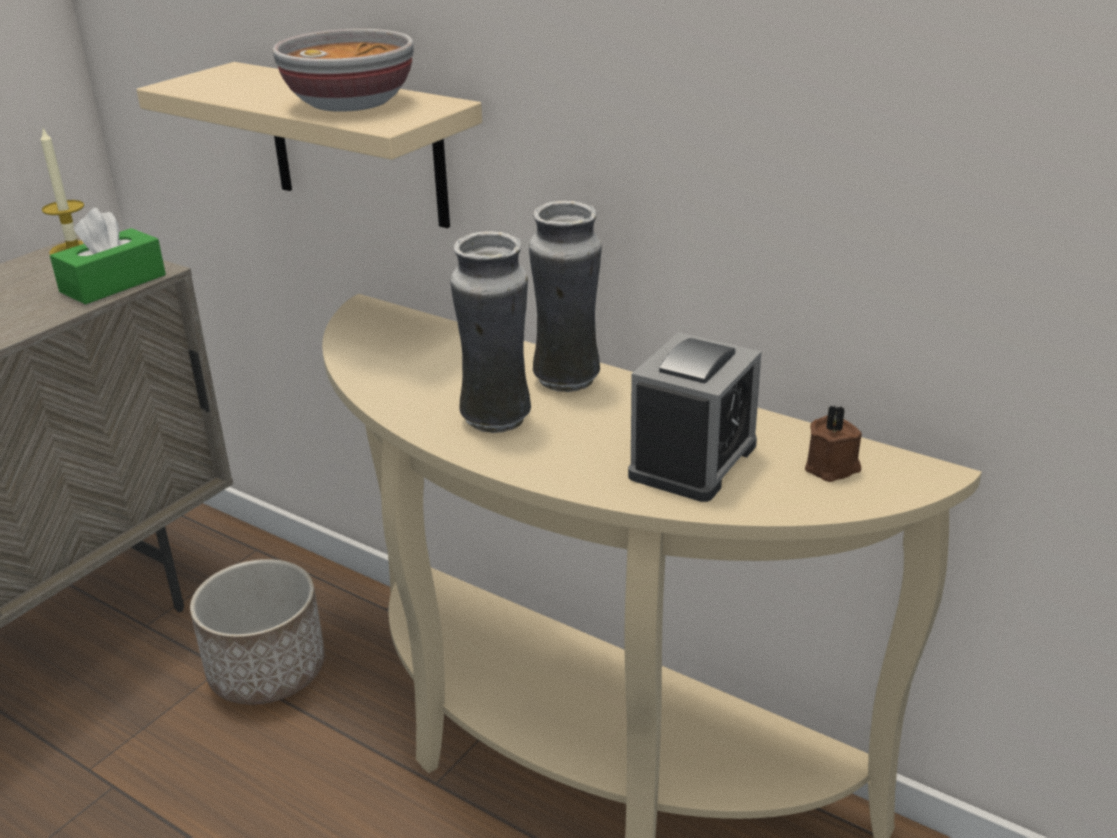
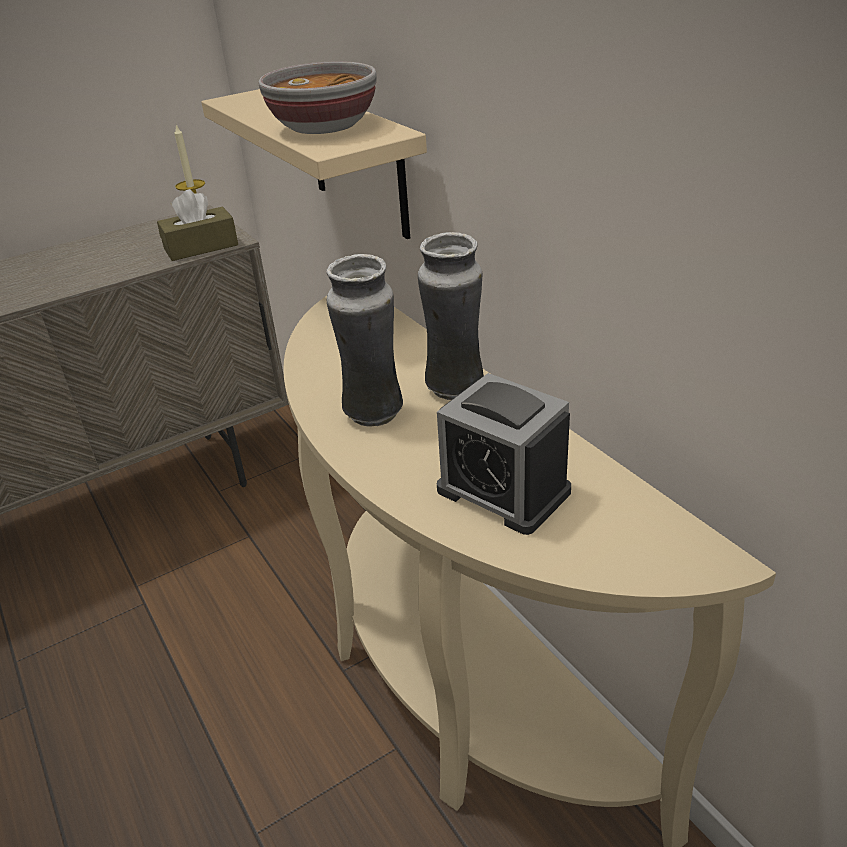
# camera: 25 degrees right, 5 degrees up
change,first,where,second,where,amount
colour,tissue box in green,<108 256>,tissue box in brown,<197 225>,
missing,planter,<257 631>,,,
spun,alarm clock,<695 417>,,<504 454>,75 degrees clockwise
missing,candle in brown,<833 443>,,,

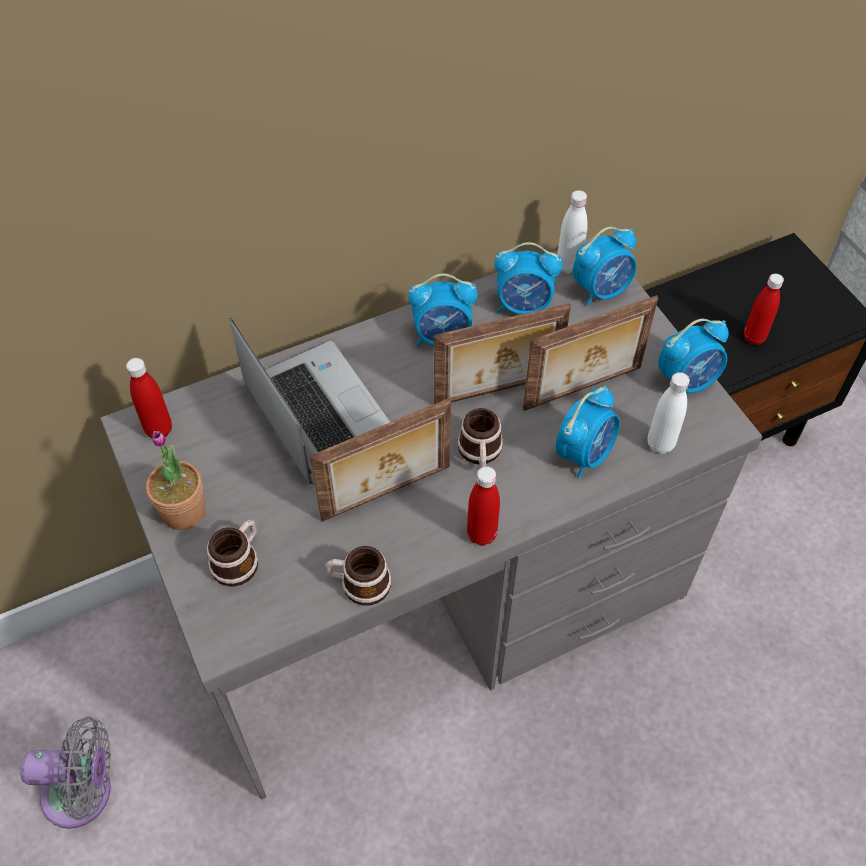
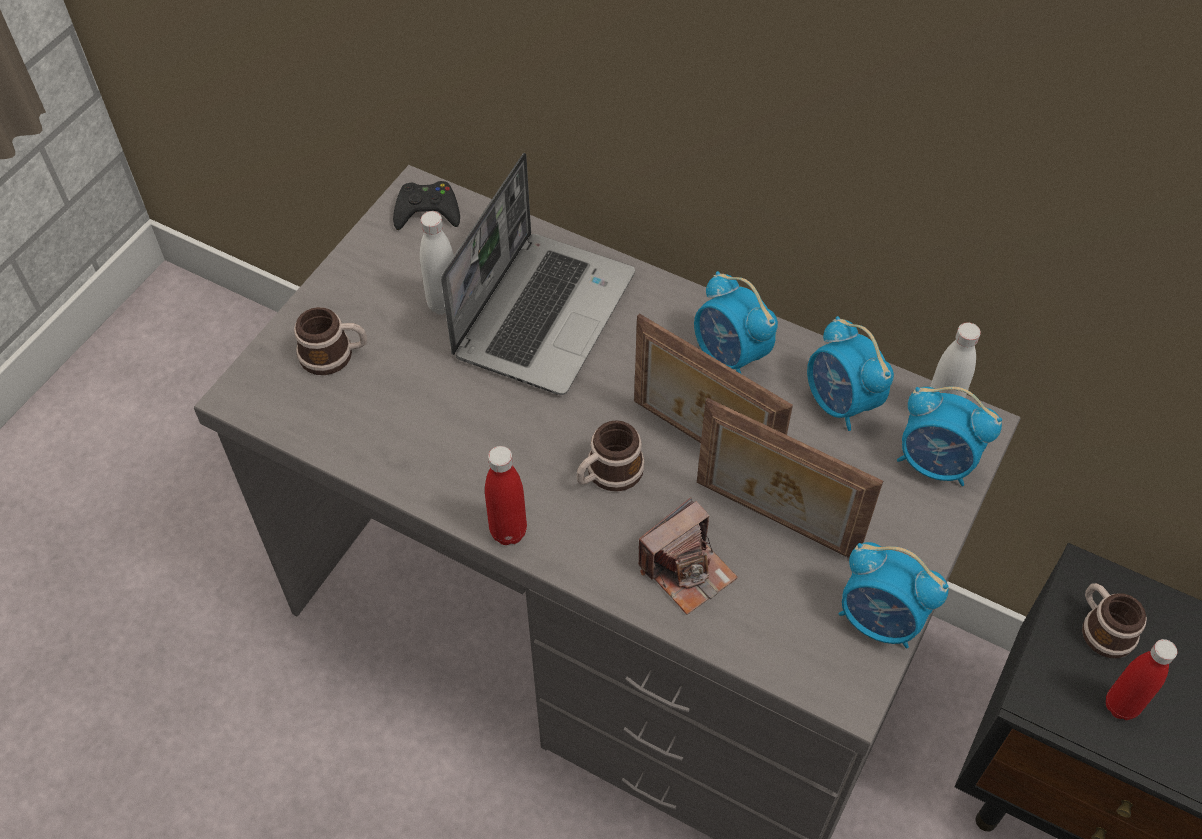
# camera: 55 degrees right, 0 degrees up
change,first,where,second,where,amount
missing,fan in grey,<65 773>,,,
exchanged,bottle in red,<149 398>,game controller in black,<426 205>,
missing,potted plant,<176 480>,,,
missing,picture frame,<380 460>,,,
relocated,mug,<358 576>,,<1114 620>,
exchanged,alarm clock,<588 432>,photo camera,<688 556>,
relocated,bottle in white,<668 413>,,<437 263>,

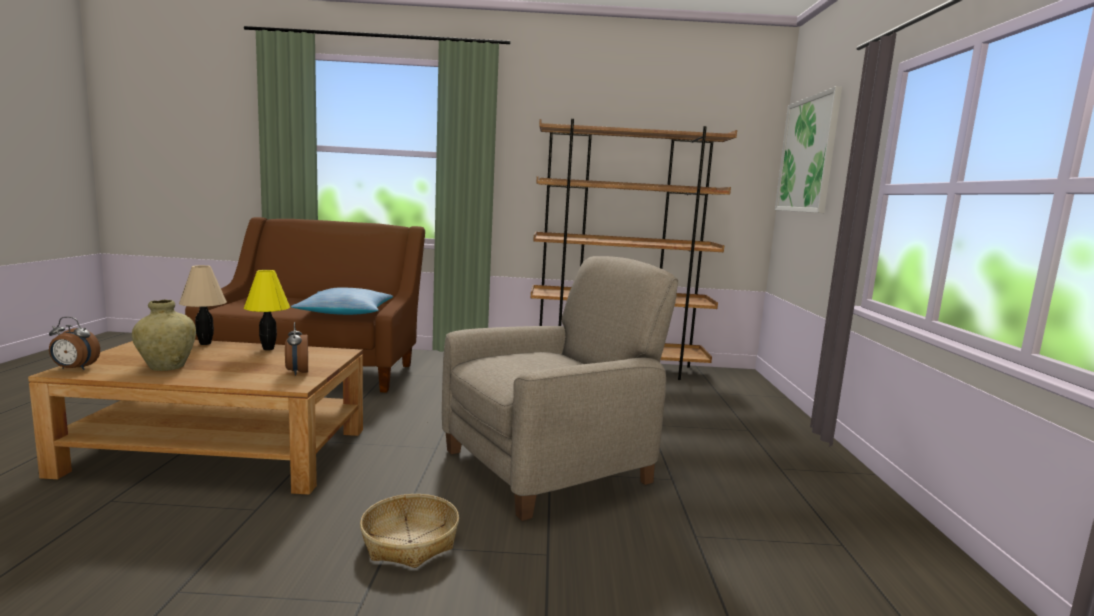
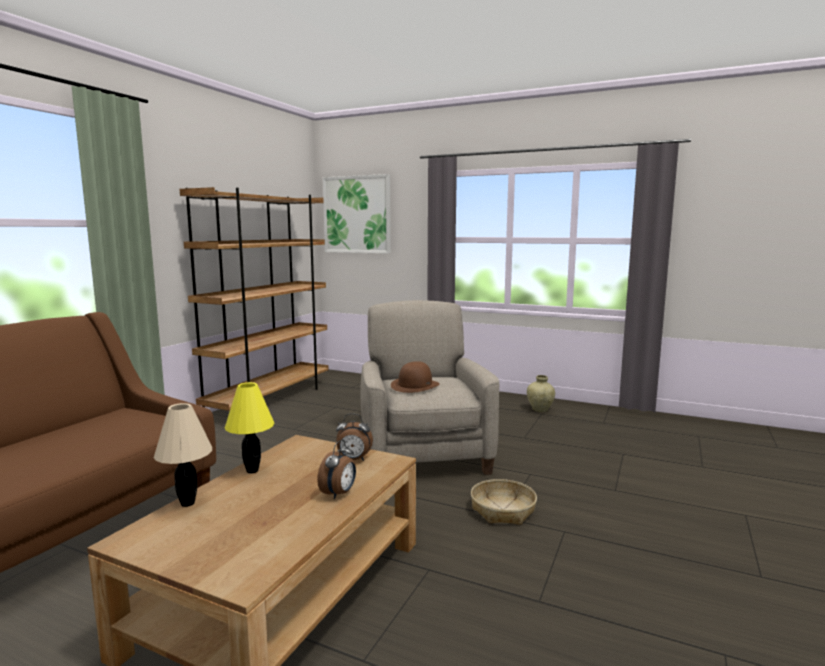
# camera: 65 degrees left, 0 degrees up
change,first,where,second,where,amount
relocated,alarm clock,<74 343>,,<336 469>,
relocated,vase in beige,<164 335>,,<541 393>,
missing,pillow,<342 301>,,,
appeared,,,hat in brown,<415 377>,

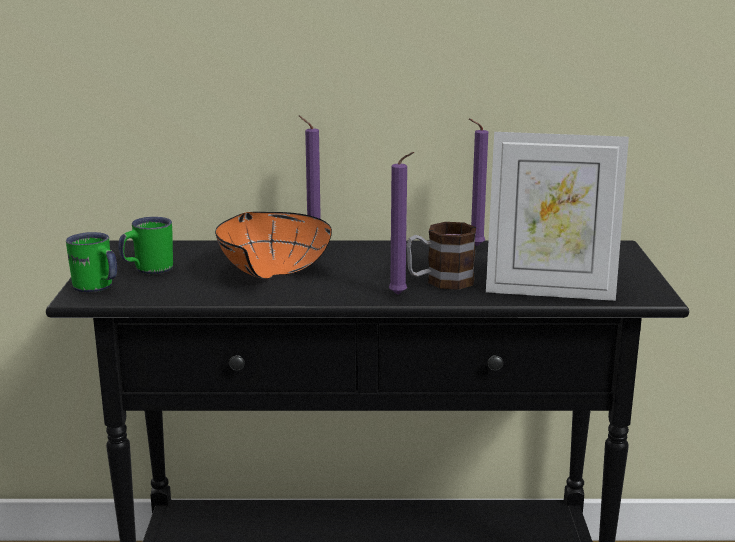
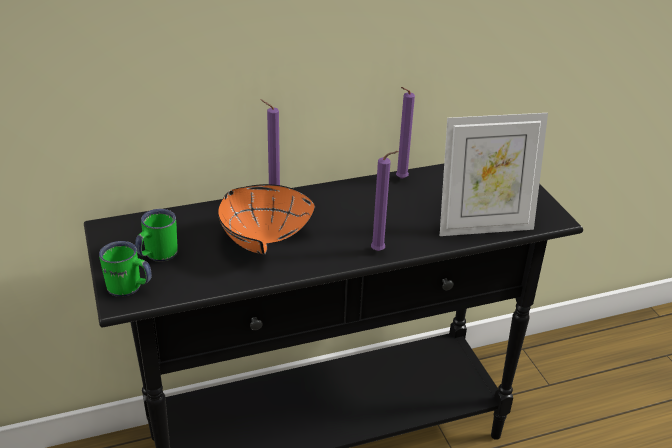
# camera: 20 degrees left, 15 degrees up
change,first,where,second,where,amount
missing,mug,<441 256>,,,

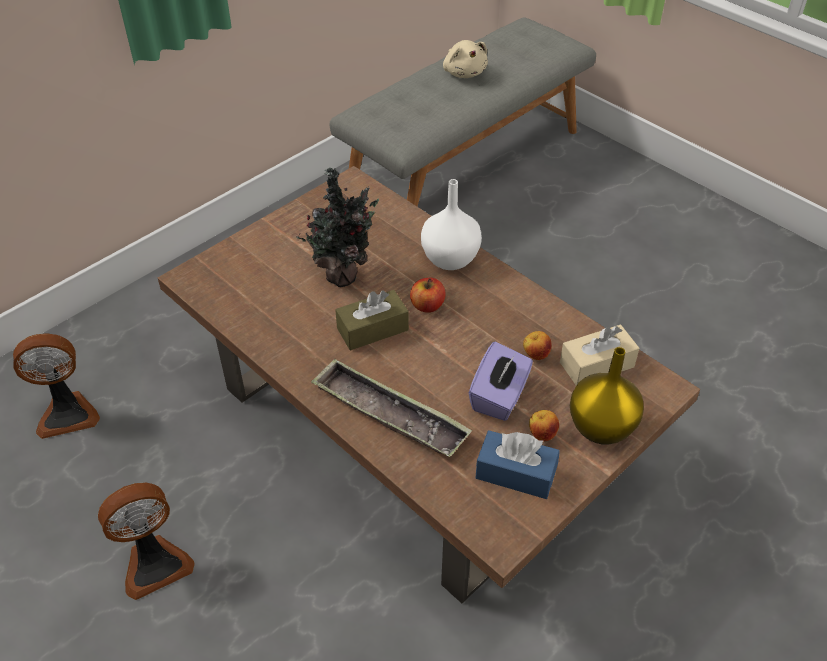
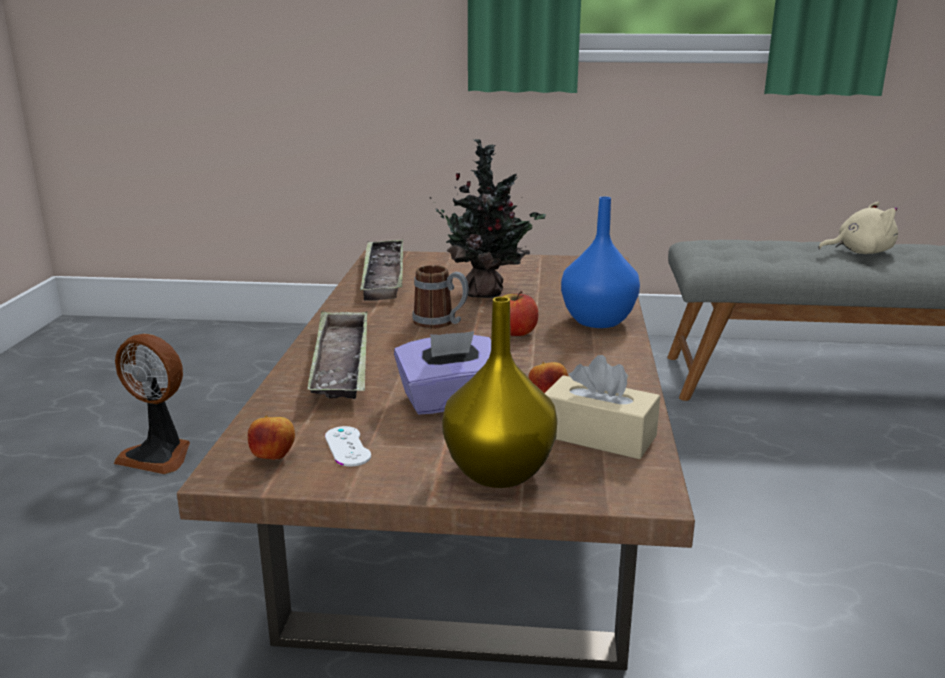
# camera: 50 degrees right, 25 degrees down
change,first,where,second,where,amount
missing,fan,<56 386>,,,
exchanged,tissue box in brown,<372 320>,mug,<440 297>,
colour,vase in white,<451 224>,vase in blue,<600 262>,
spun,plush toy in beige,<465 59>,,<858 228>,120 degrees counterclockwise
exchanged,tissue box in blue,<517 464>,game controller in white,<348 446>,
relocated,apple,<544 425>,,<271 437>,
appeared,,,tray,<381 270>,

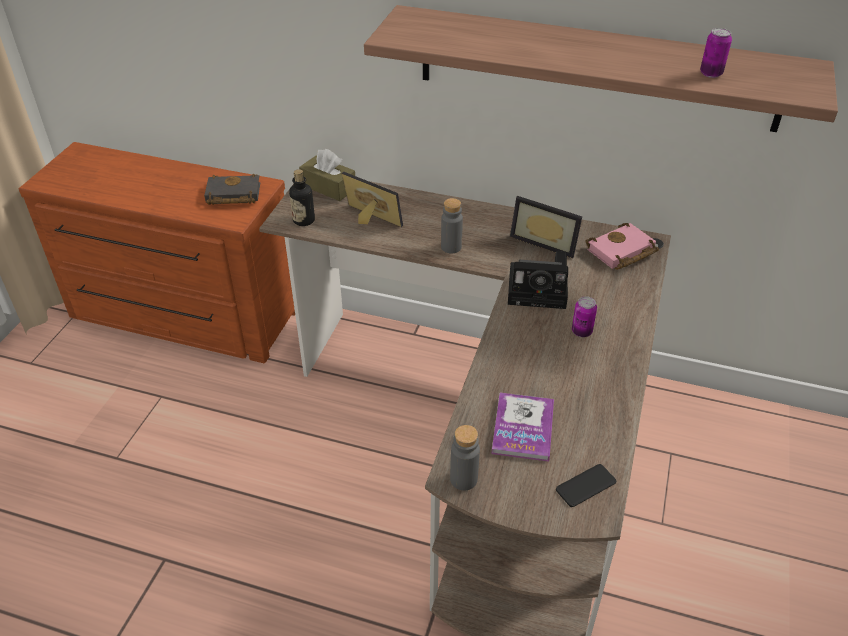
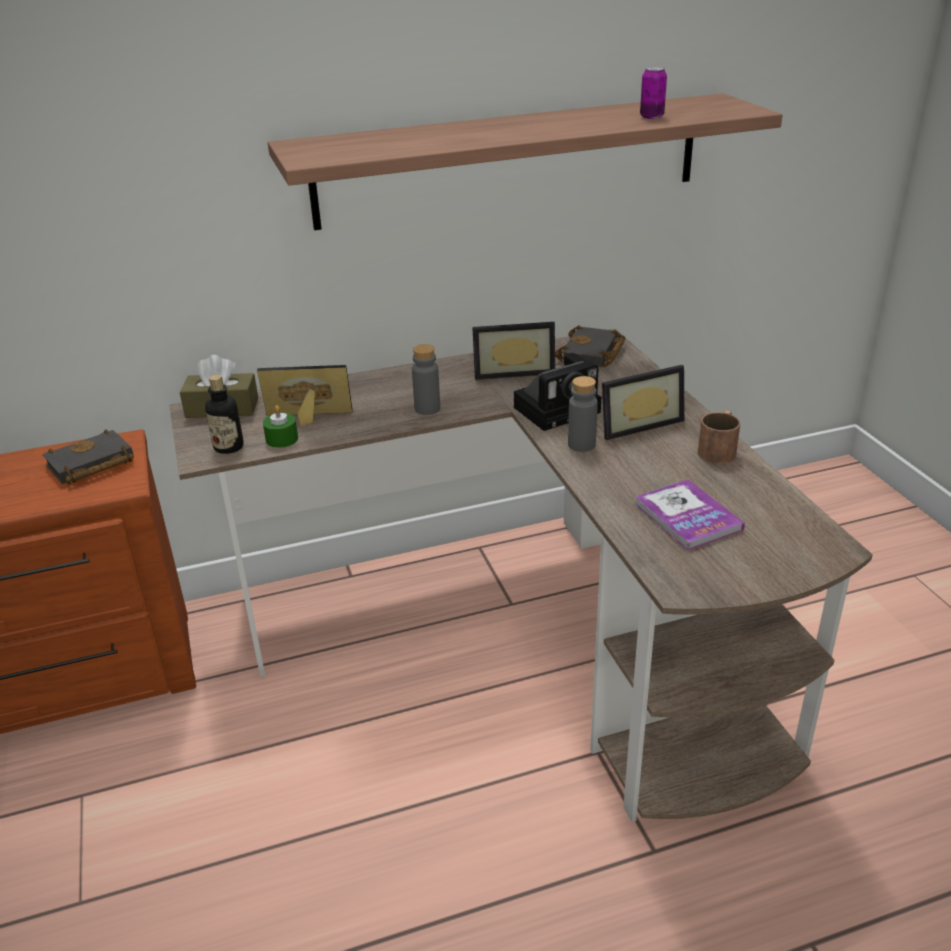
# camera: 35 degrees left, 10 degrees down
change,first,where,second,where,amount
relocated,bottle in grey,<465 458>,,<583 414>,
missing,phone,<586 485>,,,
exchanged,can,<584 316>,picture frame,<643 402>,
colour,book in pink,<622 246>,book in black,<590 347>,
appeared,,,candle in green,<280 426>,
appeared,,,mug in brown,<719 437>,

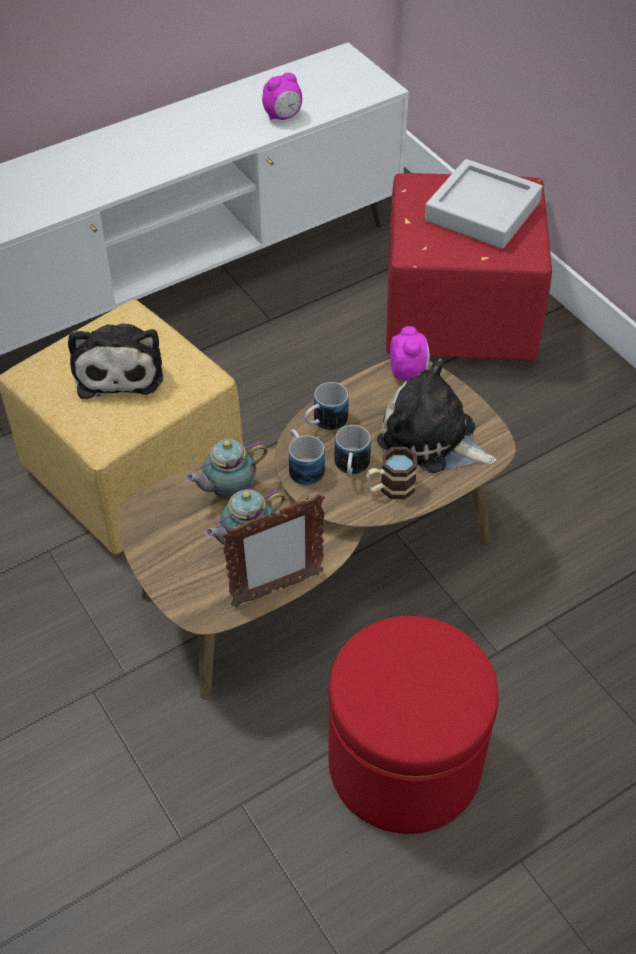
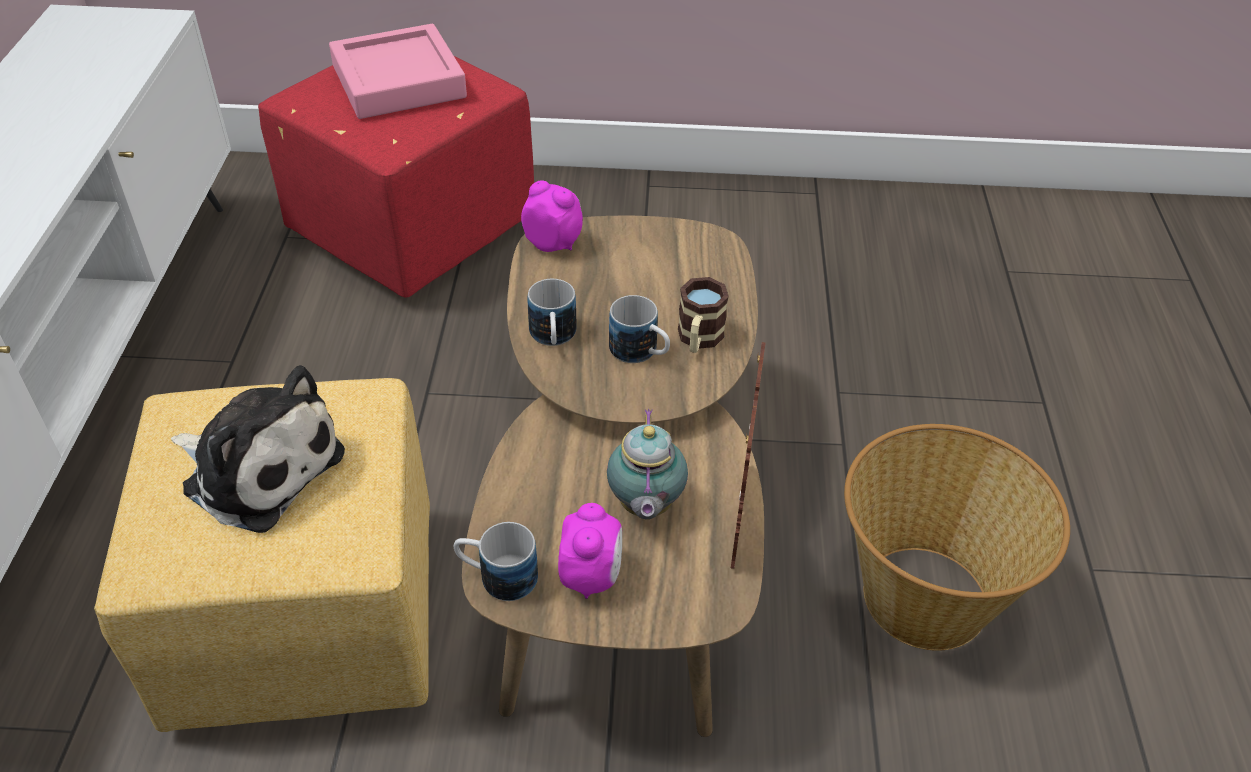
# camera: 55 degrees left, 5 degrees down
change,first,where,second,where,amount
missing,teapot,<227 469>,,,
relocated,alarm clock,<282 96>,,<590 551>,
relocated,mug,<307 457>,,<496 561>,
exchanged,ottoman in red,<413 725>,basket,<957 537>,
missing,plush toy,<436 415>,,,
colour,tray in grey,<484 204>,tray in pink,<398 71>,

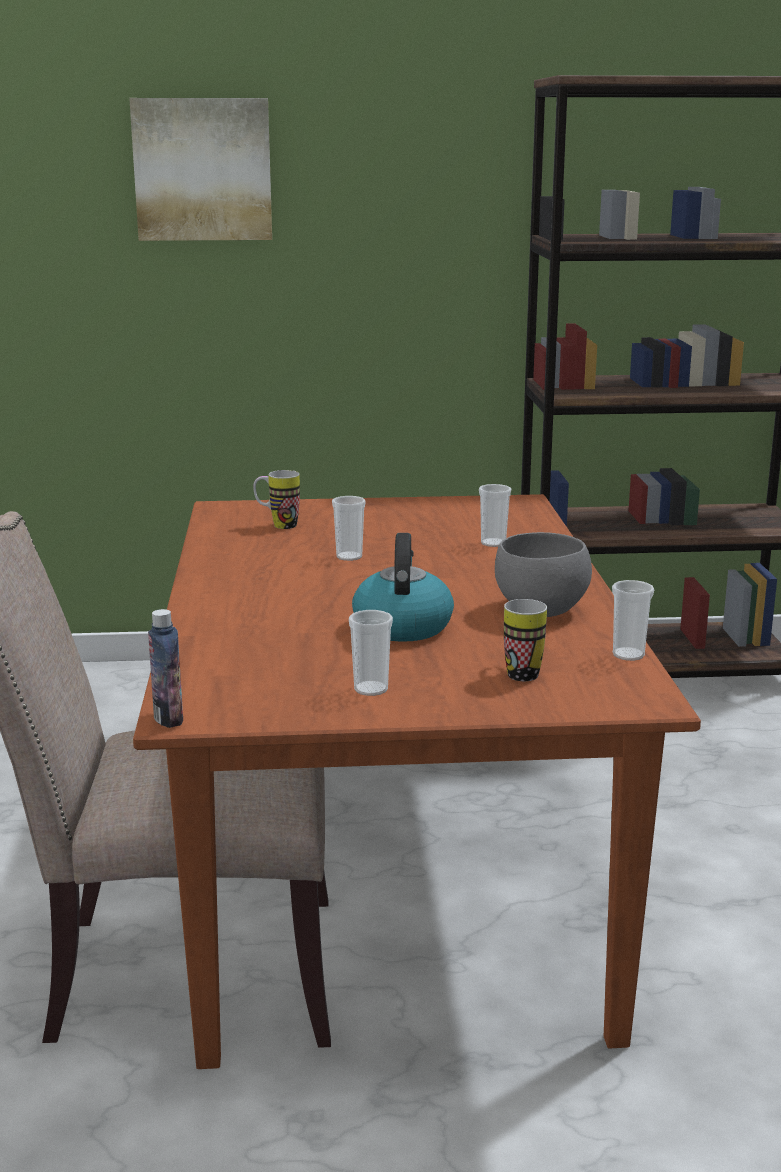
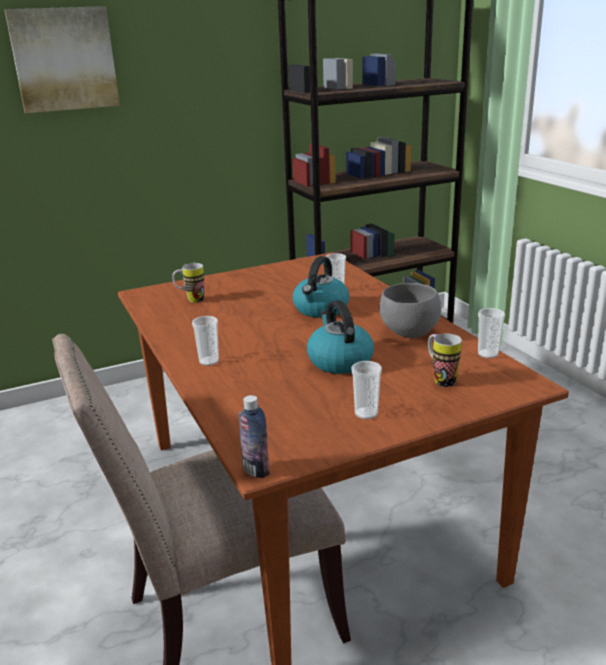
# camera: 20 degrees left, 5 degrees up
change,first,where,second,where,amount
relocated,cup,<348 528>,,<205 341>,
appeared,,,kettle,<321 287>,

